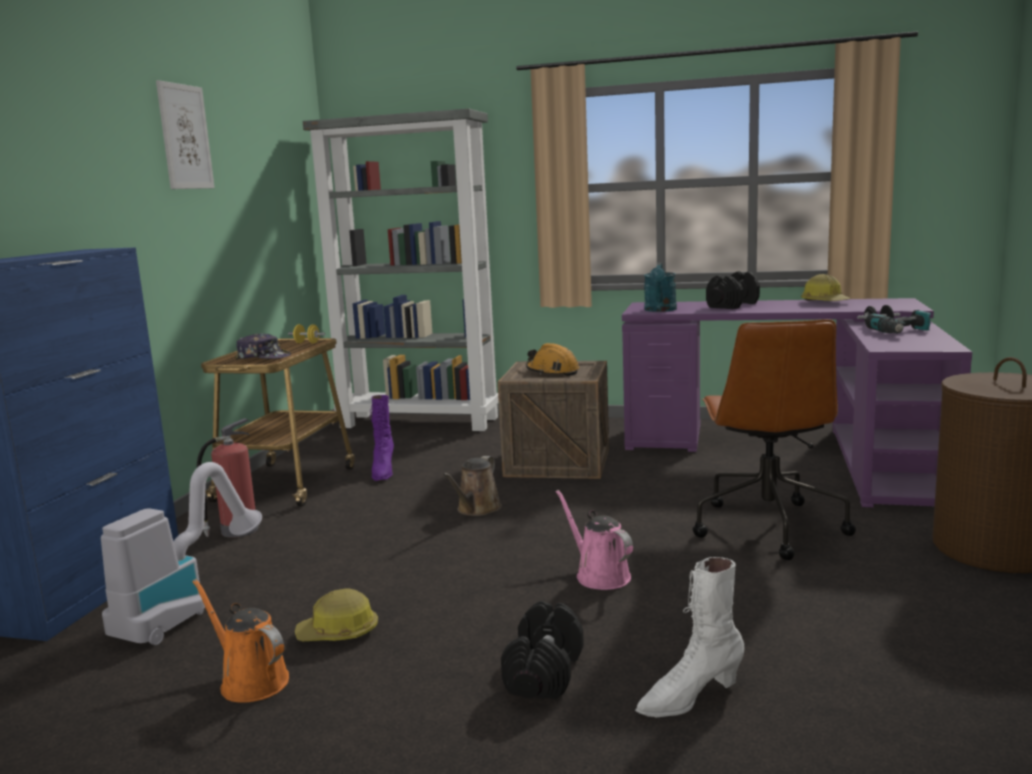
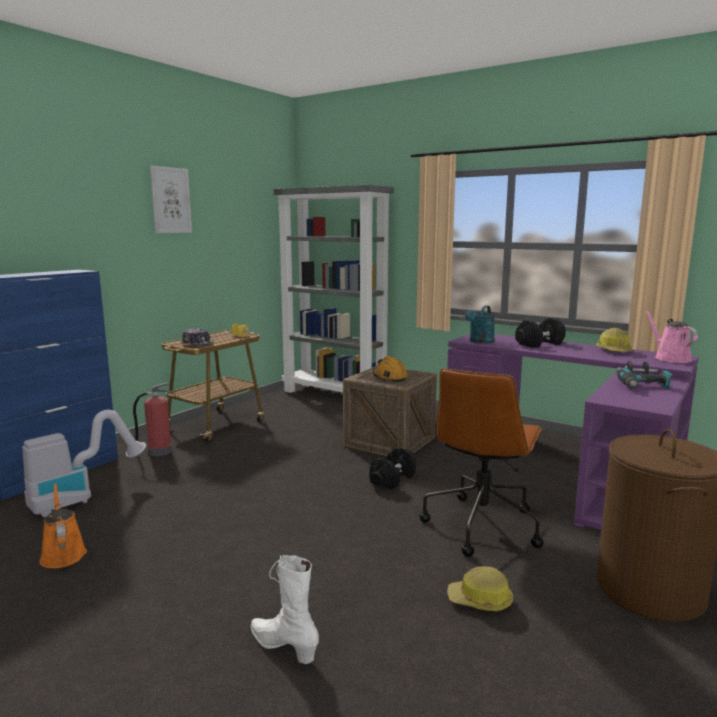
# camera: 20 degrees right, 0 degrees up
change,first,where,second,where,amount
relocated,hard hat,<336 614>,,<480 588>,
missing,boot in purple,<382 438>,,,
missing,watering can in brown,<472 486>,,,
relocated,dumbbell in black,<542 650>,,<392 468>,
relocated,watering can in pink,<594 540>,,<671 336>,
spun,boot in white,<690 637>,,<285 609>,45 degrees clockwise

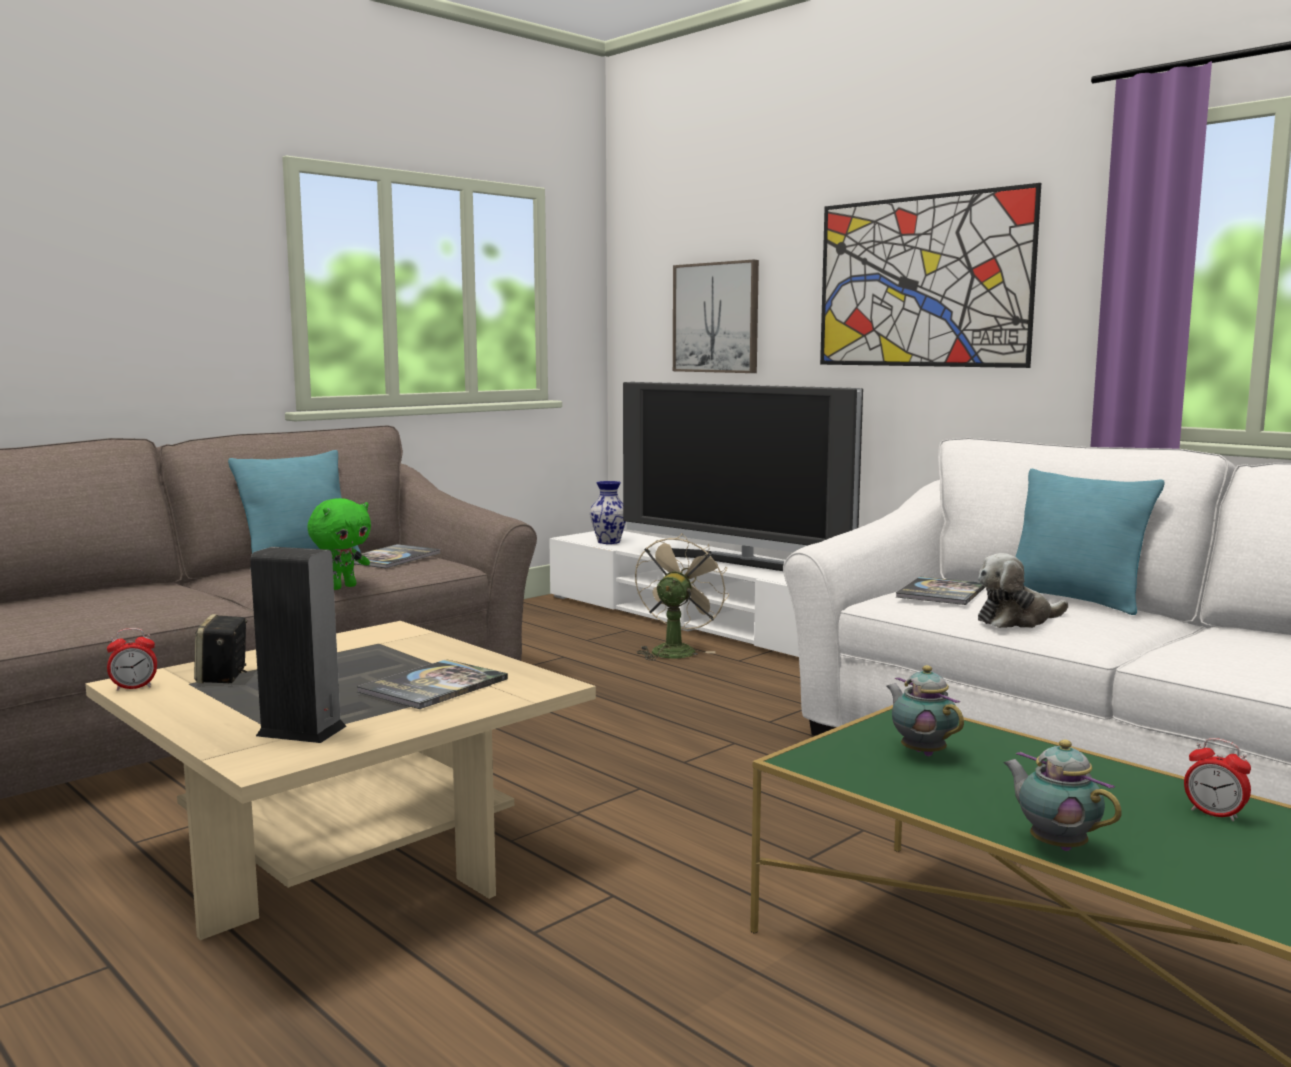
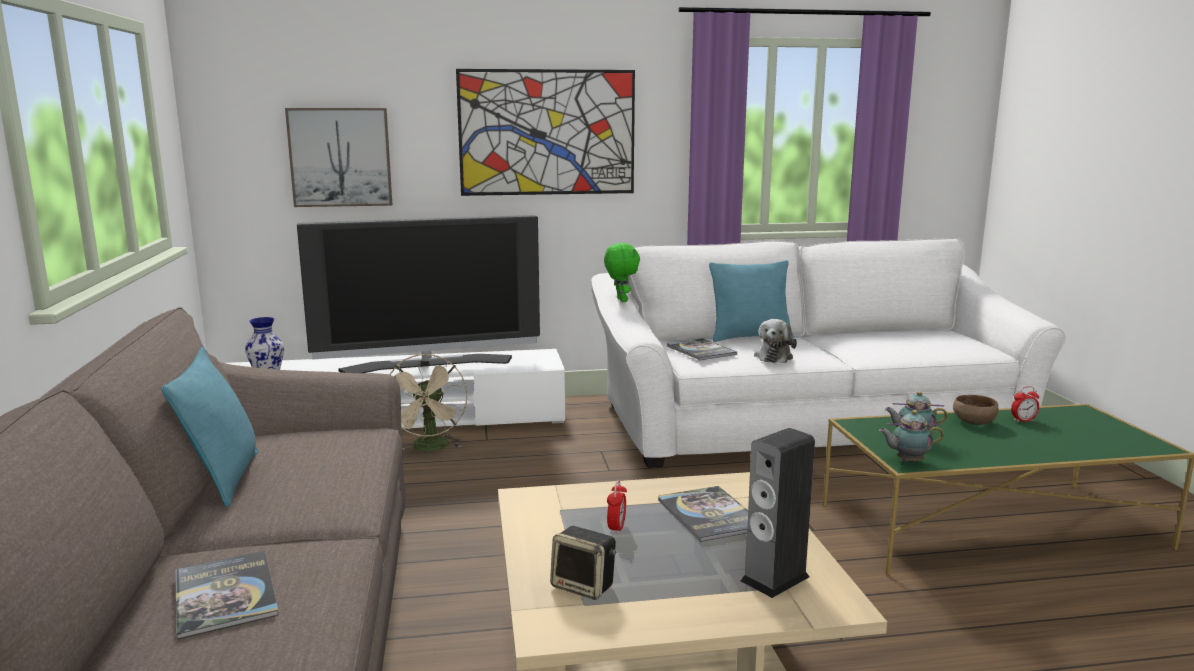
# camera: 55 degrees left, 5 degrees up
change,first,where,second,where,amount
relocated,alarm clock,<132 659>,,<617 507>,
relocated,plush toy in green,<339 544>,,<622 272>,
relocated,book,<397 556>,,<227 595>,
spun,fan in beige,<682 597>,,<429 402>,150 degrees counterclockwise
relocated,teapot,<1062 795>,,<911 436>,
appeared,,,bowl in brown,<975 410>,

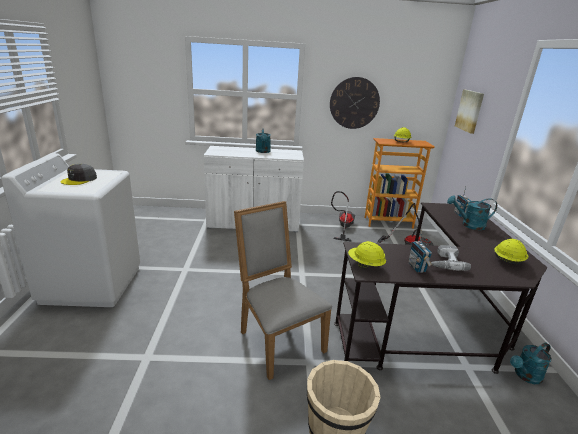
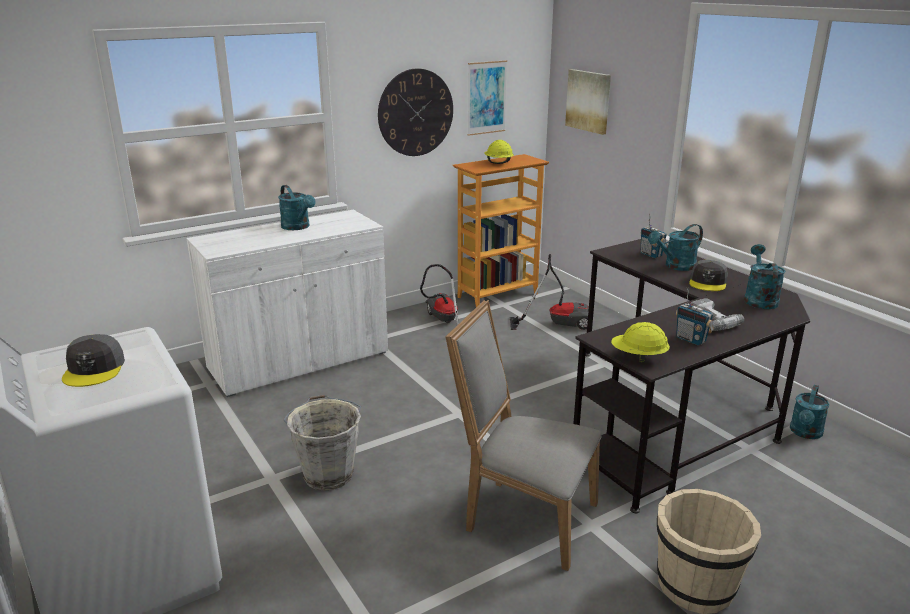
# camera: 30 degrees left, 0 degrees up
change,first,where,second,where,amount
exchanged,hard hat in yellow,<511 252>,watering can in turquoise,<764 276>,
appeared,,,bucket in grey,<322 443>,
appeared,,,picture,<487 98>,
appeared,,,cap in grey,<708 275>,

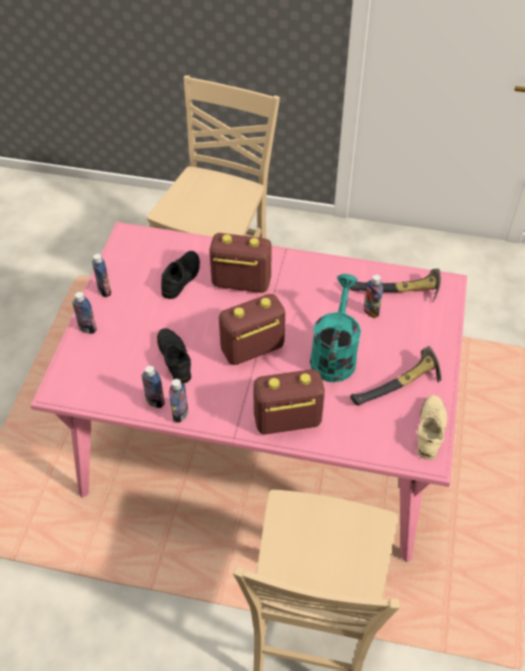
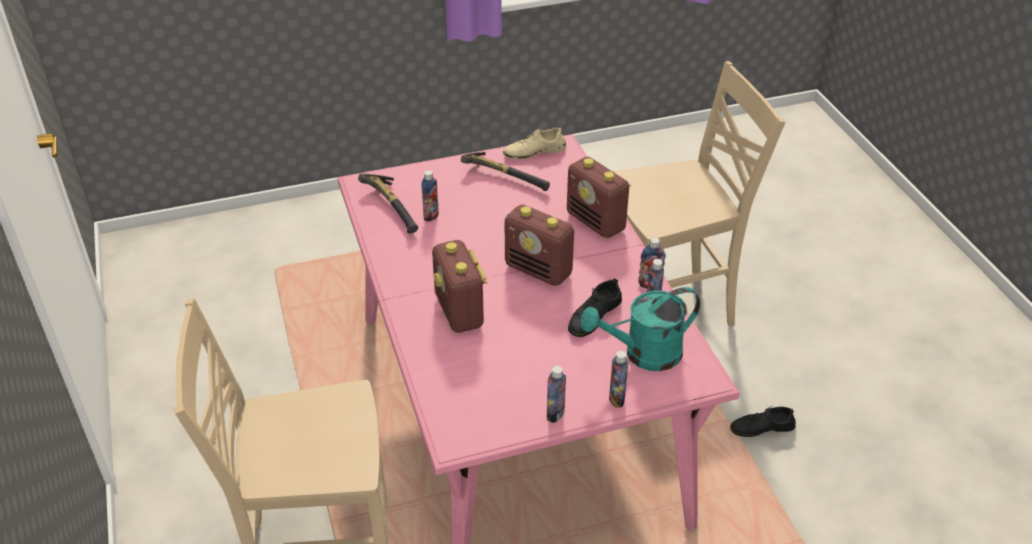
# camera: 120 degrees left, 10 degrees down
change,first,where,second,where,amount
relocated,shoe in black,<180 275>,,<763 421>,
relocated,watering can in turquoise,<335 328>,,<640 329>,

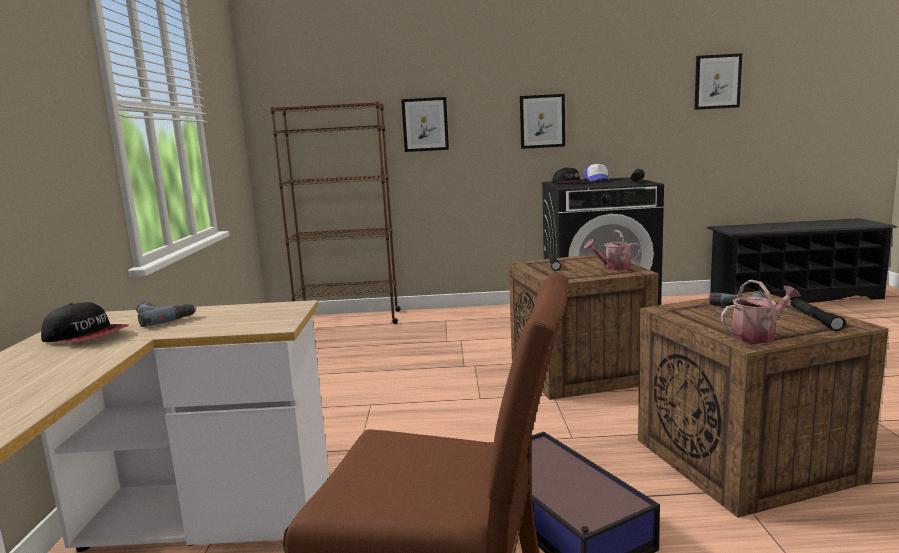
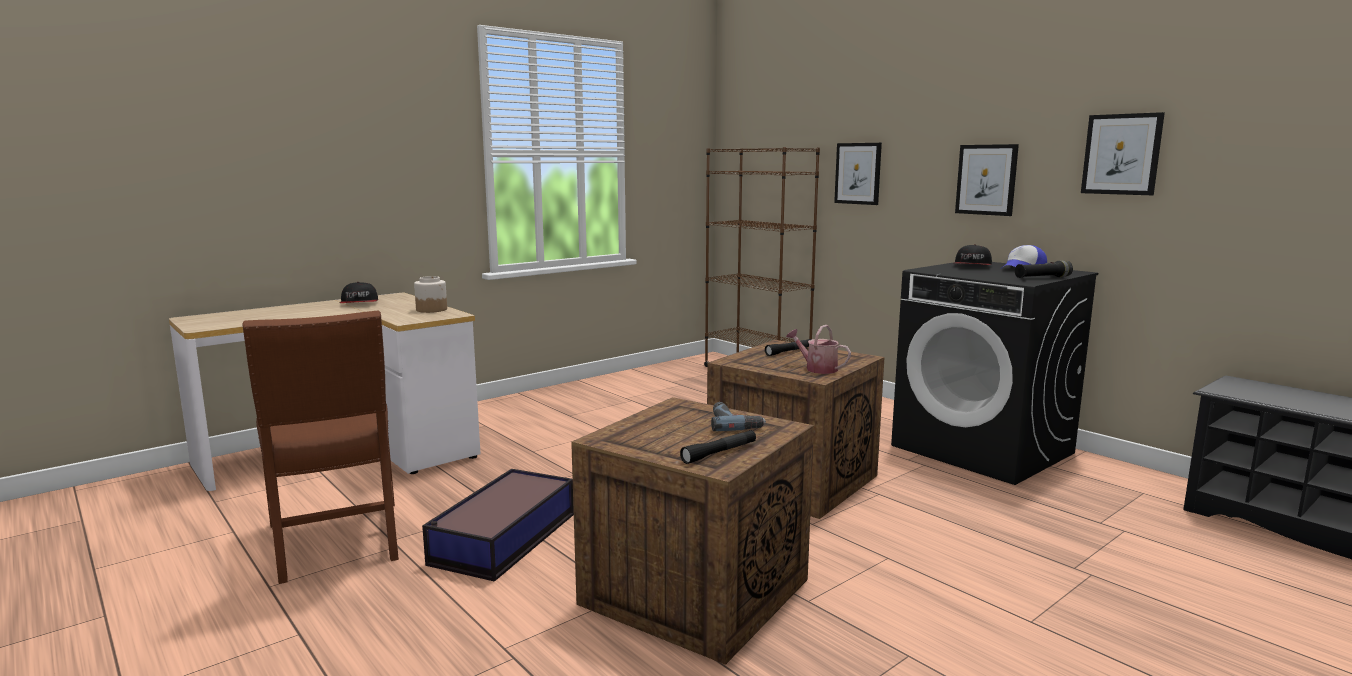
# camera: 50 degrees right, 0 degrees up
change,first,where,second,where,amount
missing,power drill,<166 314>,,,
relocated,picture,<718 81>,,<1123 153>,
missing,watering can,<761 311>,,,
appeared,,,jar,<430 294>,

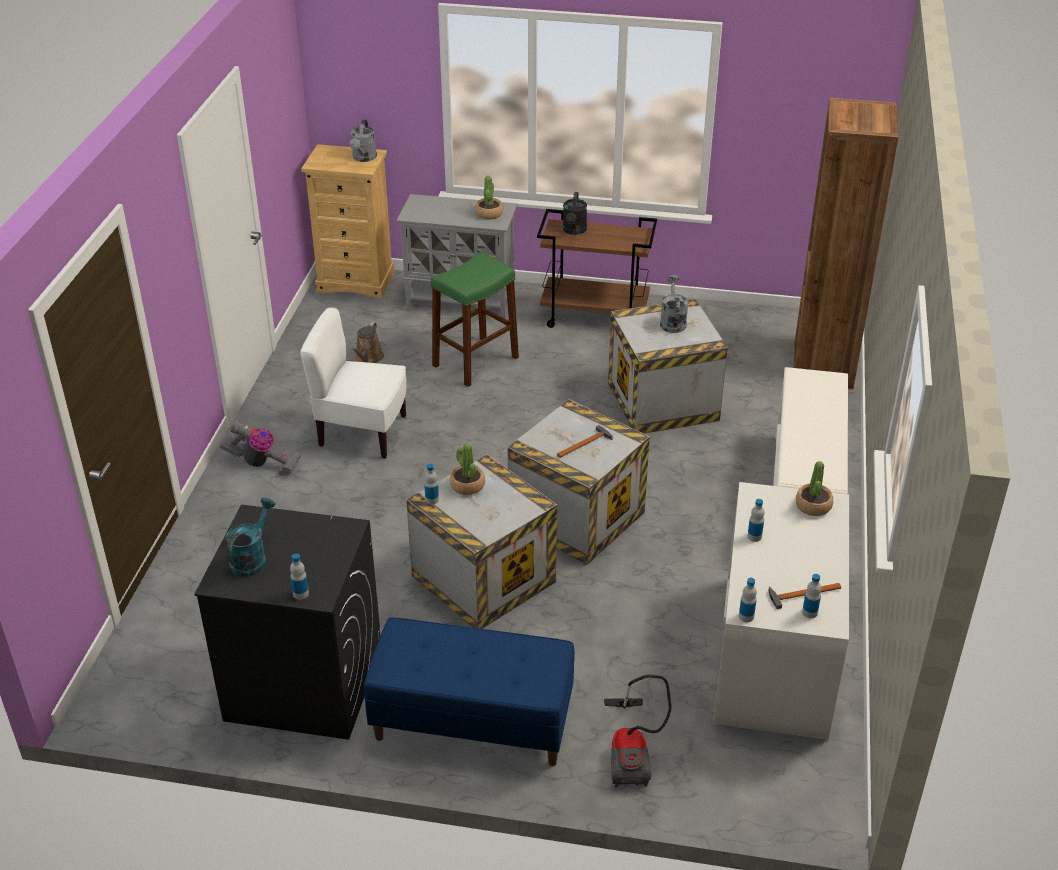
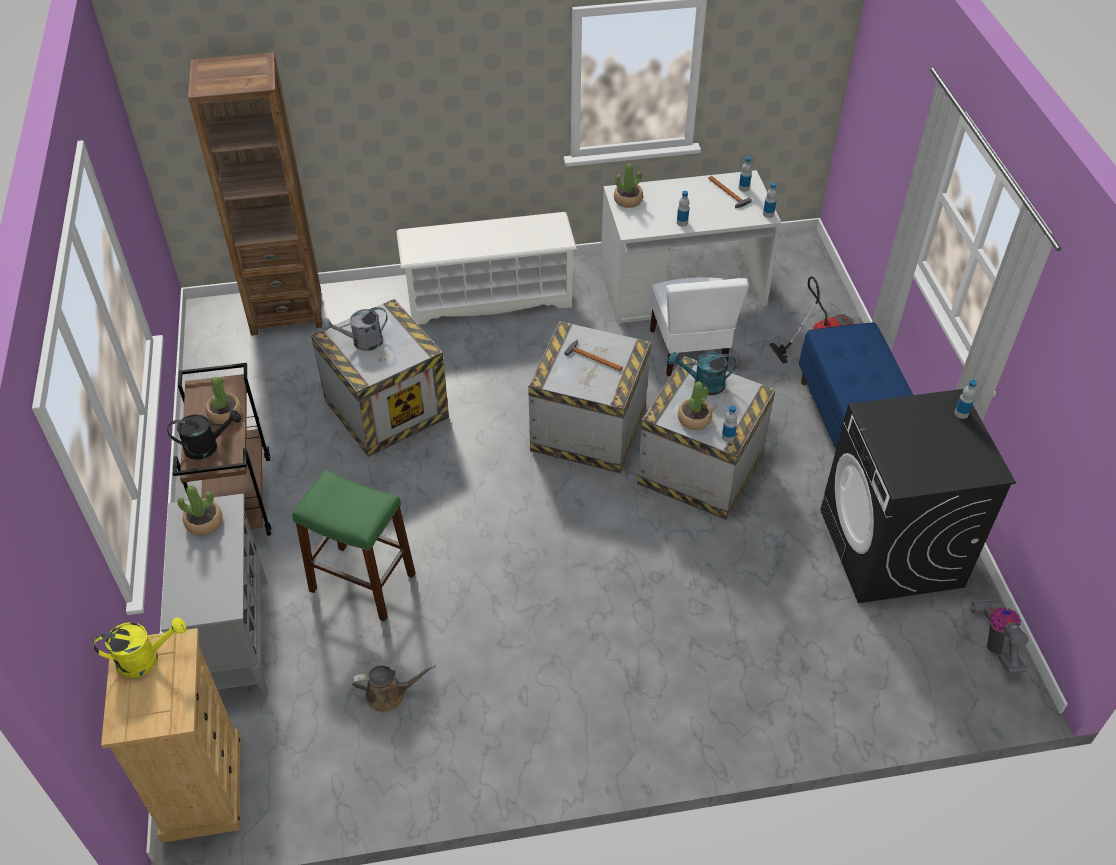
# camera: 110 degrees left, 10 degrees up
change,first,where,second,where,amount
relocated,vacuum cleaner,<260 448>,,<999 636>,
relocated,watering can in turquoise,<251 537>,,<702 373>,
relocated,chair in white,<353 383>,,<699 326>,
colour,watering can in grey,<363 140>,watering can in yellow,<140 647>,
appeared,,,potted plant,<224 400>,

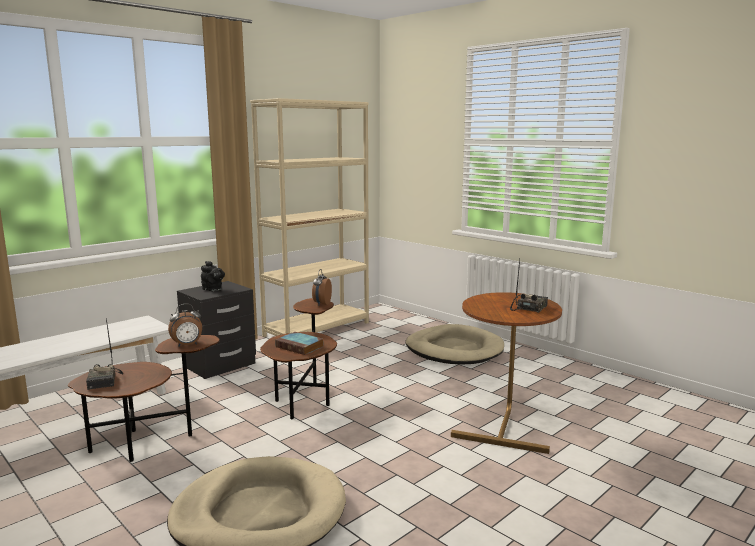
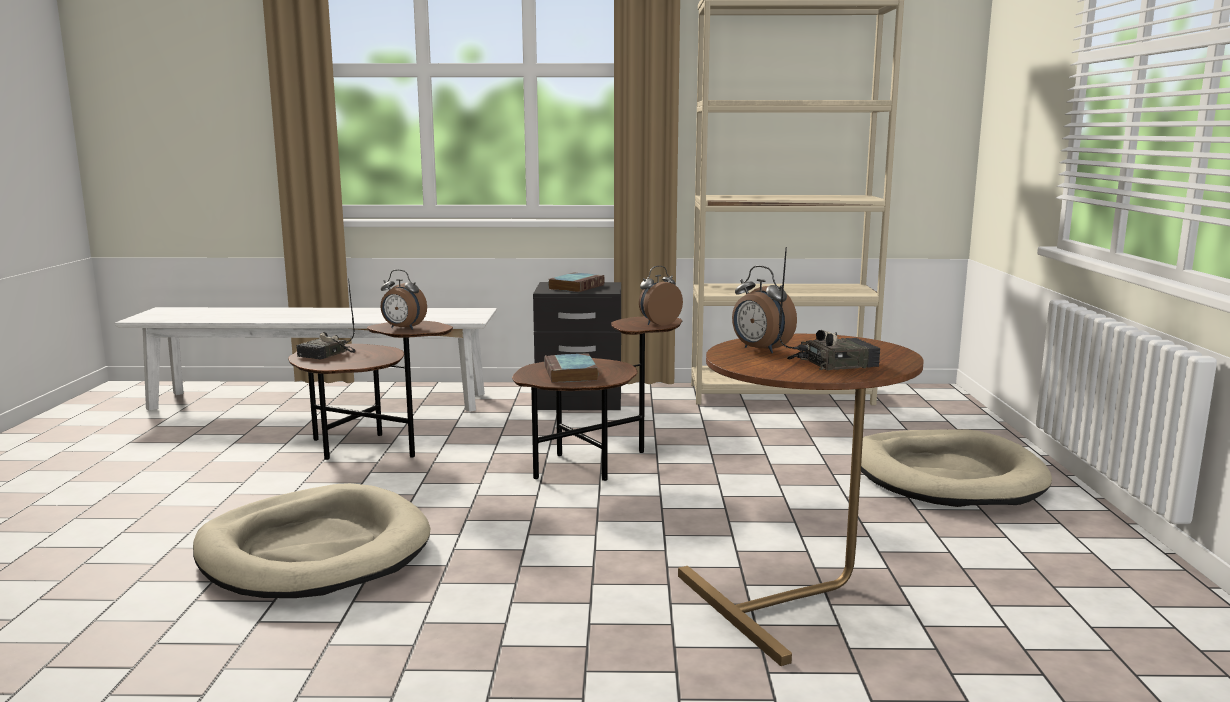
# camera: 45 degrees right, 0 degrees up
change,first,where,second,where,amount
exchanged,teapot in black,<213 276>,book,<576 282>,
appeared,,,alarm clock,<764 309>,

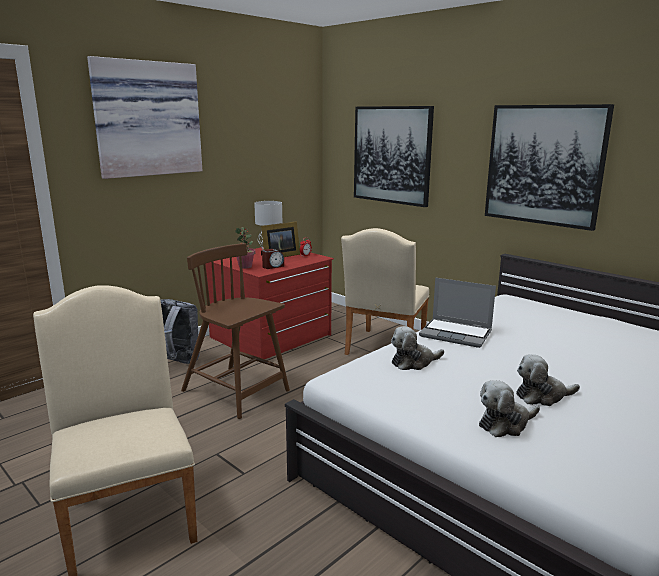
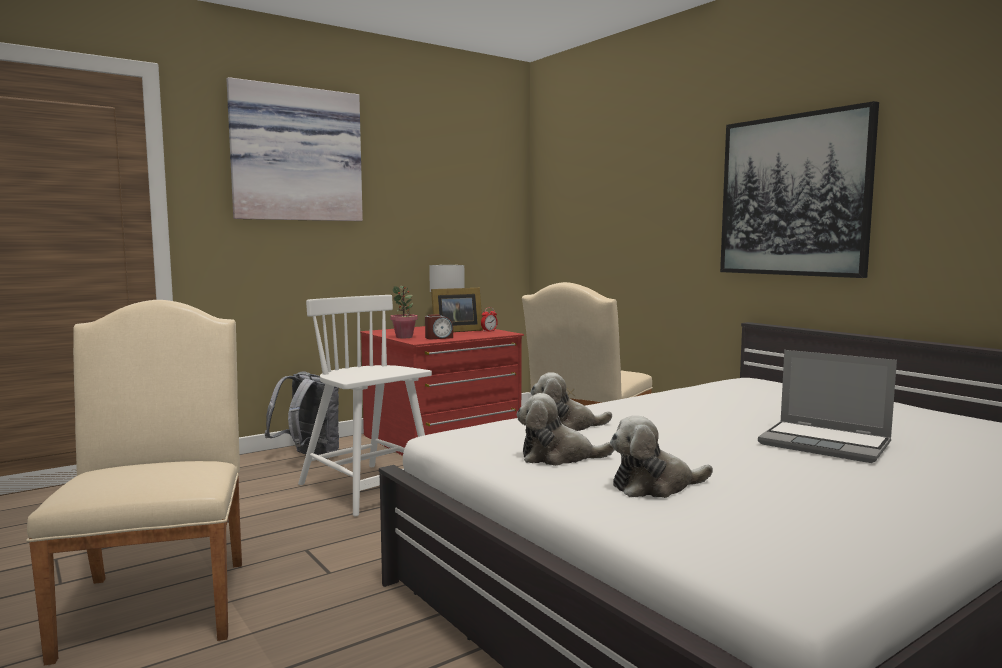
# camera: 10 degrees right, 10 degrees down
change,first,where,second,where,amount
colour,chair in brown,<235 331>,chair in white,<365 405>,
missing,picture,<394 156>,,,
relocated,laptop,<457 312>,,<827 406>,
relocated,plush toy,<548 380>,,<565 429>,

